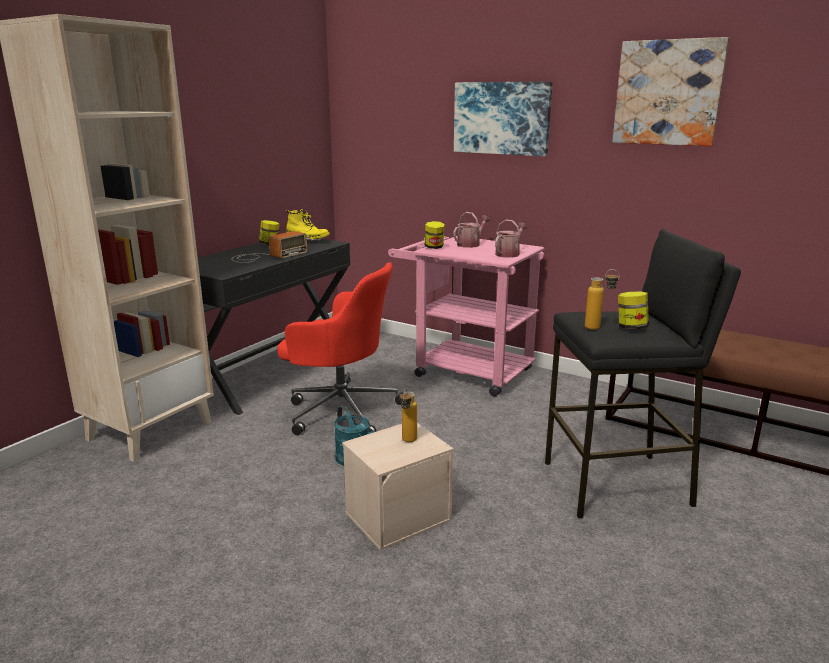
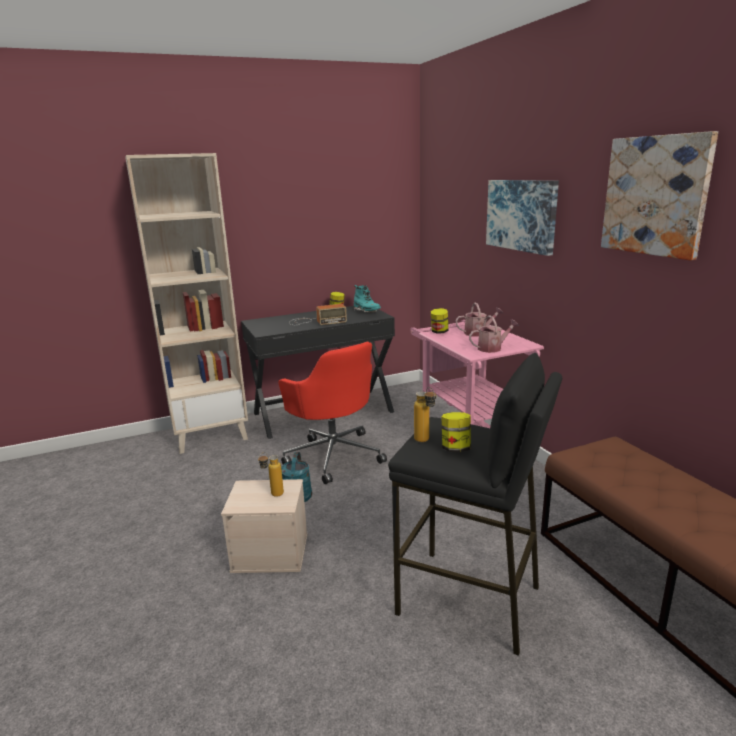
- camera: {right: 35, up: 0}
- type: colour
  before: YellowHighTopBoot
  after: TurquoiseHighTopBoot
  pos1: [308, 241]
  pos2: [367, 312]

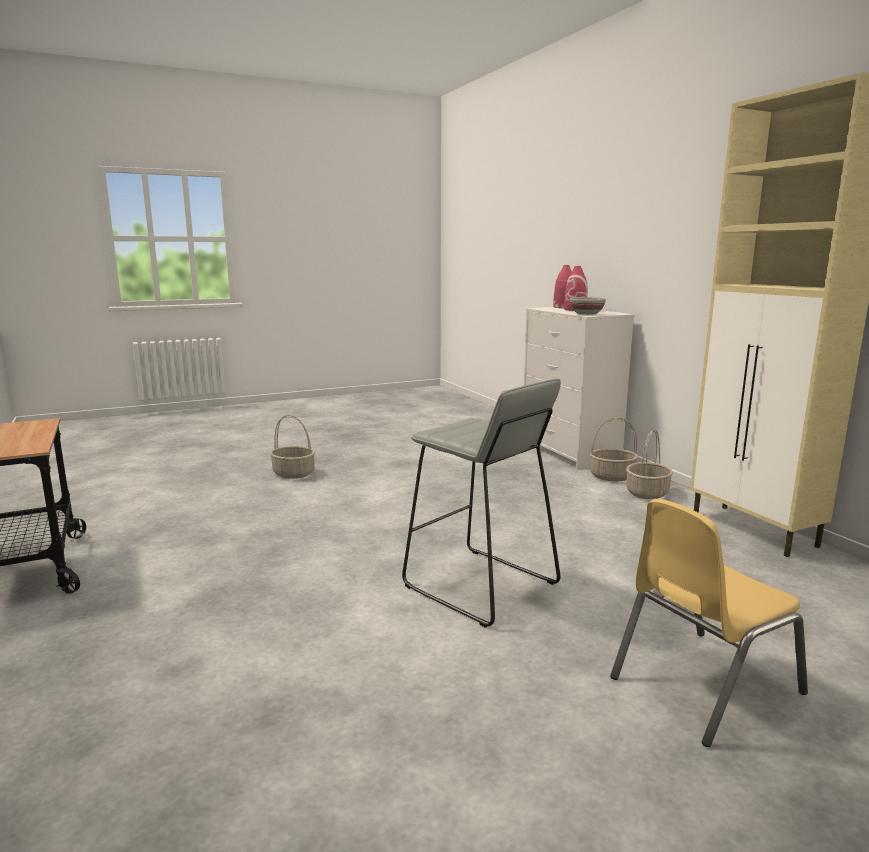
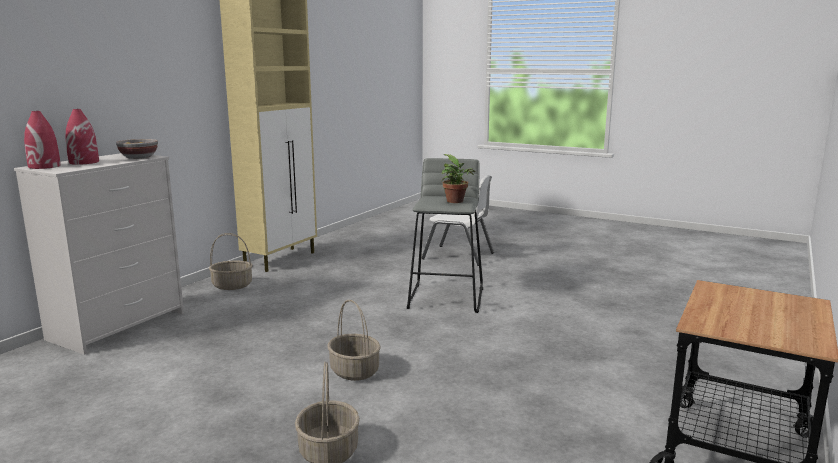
- camera: {right: -125, up: 0}
- type: appeared
  after: PottedPlant
  pos2: [456, 201]
- type: relocated
  before: Basket
  pos1: [612, 476]
  pos2: [354, 371]
- type: colour
  before: YellowChair
  after: WhiteChair
  pos1: [703, 684]
  pos2: [458, 256]

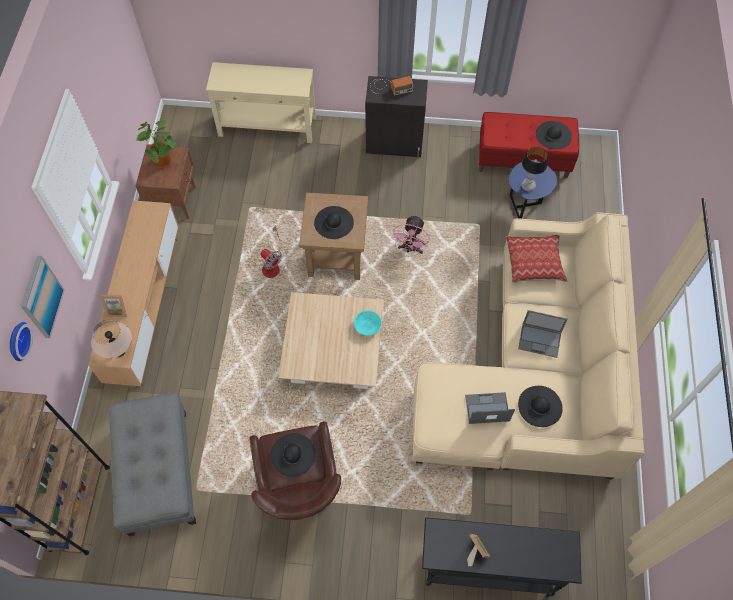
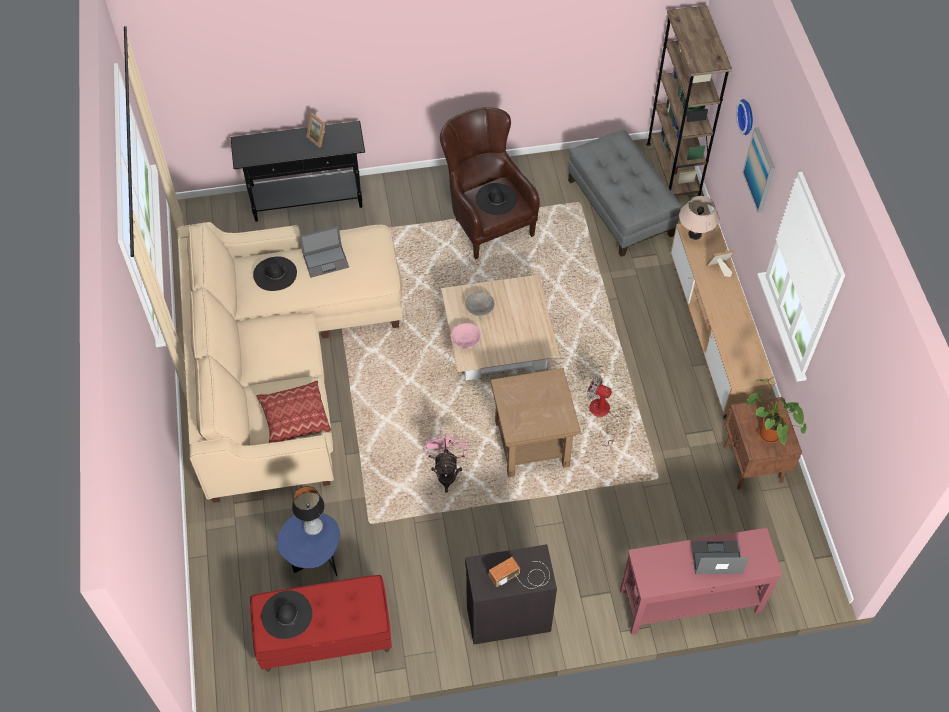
- camera: {right: 165, up: -5}
- type: missing
  before: BlackColouredWearableHat
  pos1: [334, 222]
- type: appeared
  after: GreyBowl
  pos2: [479, 308]
- type: relocated
  before: Laptop
  pos1: [540, 340]
  pos2: [716, 558]
- type: colour
  before: BeigeColouredHallTable
  after: RedColouredHallTable
  pos1: [268, 127]
  pos2: [689, 601]
- type: colour
  before: TurquoiseBowl
  after: PinkishBowl
  pos1: [367, 326]
  pos2: [466, 340]

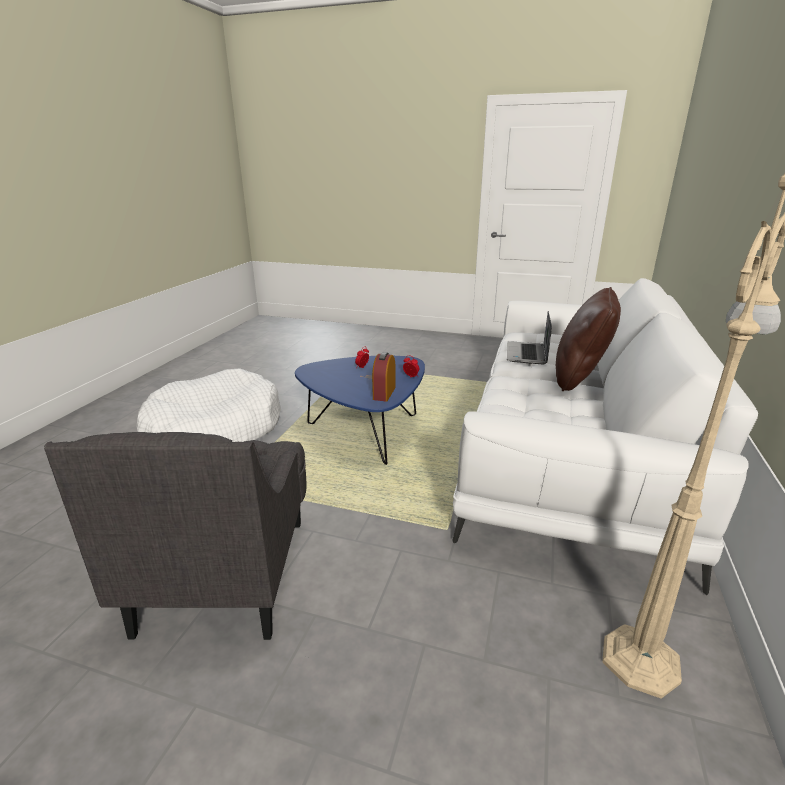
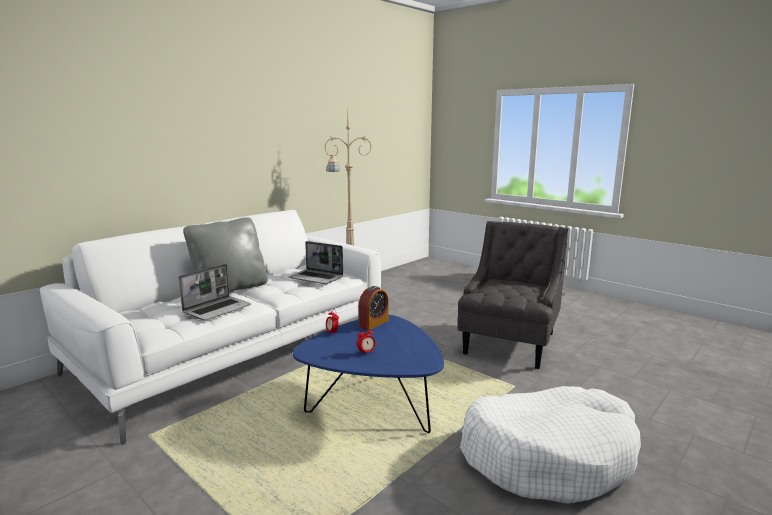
- camera: {right: -155, up: -10}
- type: appeared
  after: Laptop
  pos2: [317, 277]
- type: colour
  before: BrownColouredThrowPillow
  after: GreyThrowPillow
  pos1: [579, 378]
  pos2: [230, 289]

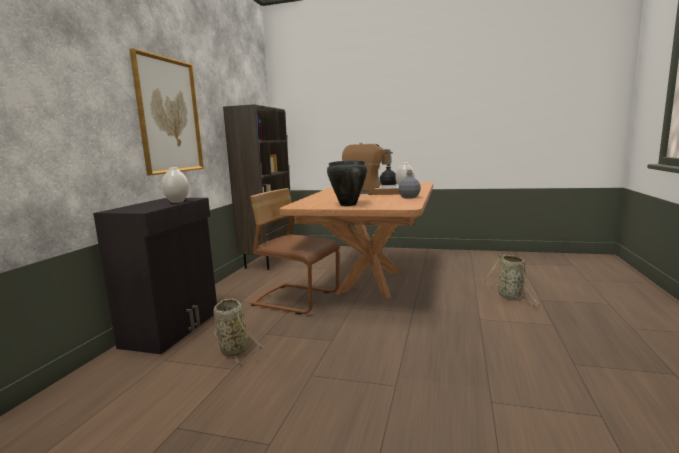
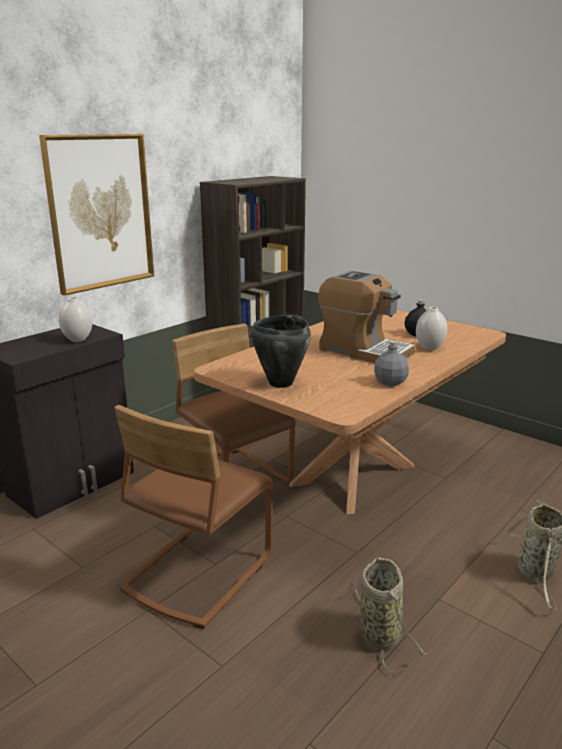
- camera: {right: 25, up: 10}
- type: appeared
  after: BrownColouredChair
  pos2: [197, 572]
- type: relocated
  before: Basket
  pos1: [233, 350]
  pos2: [379, 632]

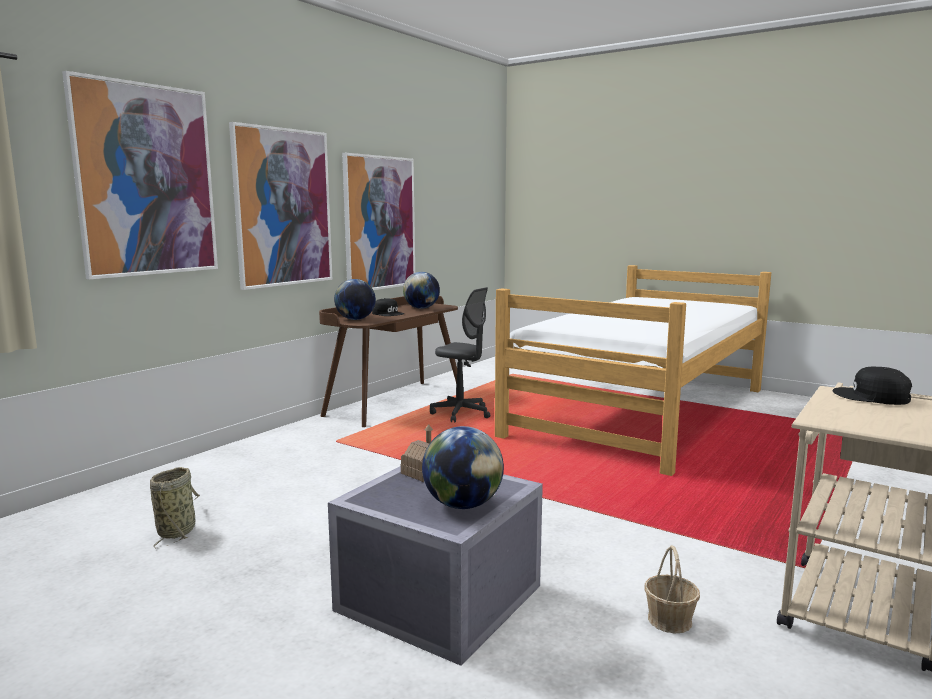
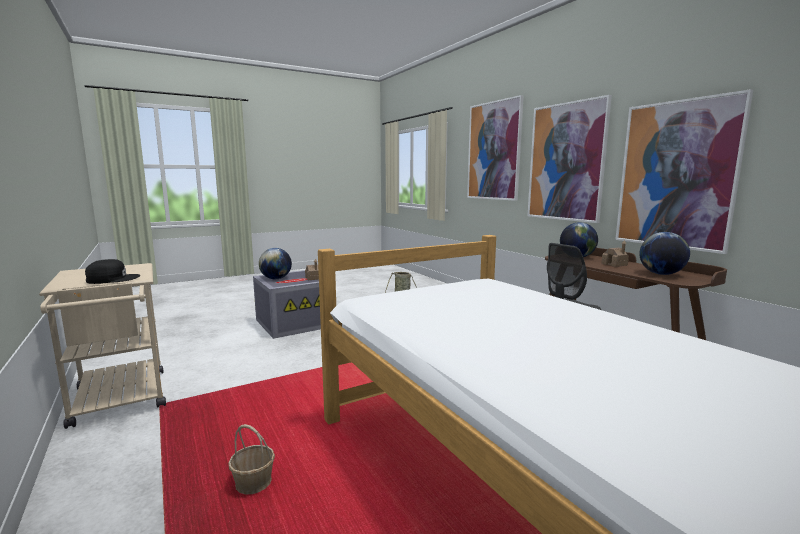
- camera: {right: 115, up: 0}
- type: relocated
  before: Basket
  pos1: [670, 620]
  pos2: [253, 483]
- type: exchanged
  before: BlackColouredCap
  after: MiniatureHouse
  pos1: [388, 313]
  pos2: [614, 264]

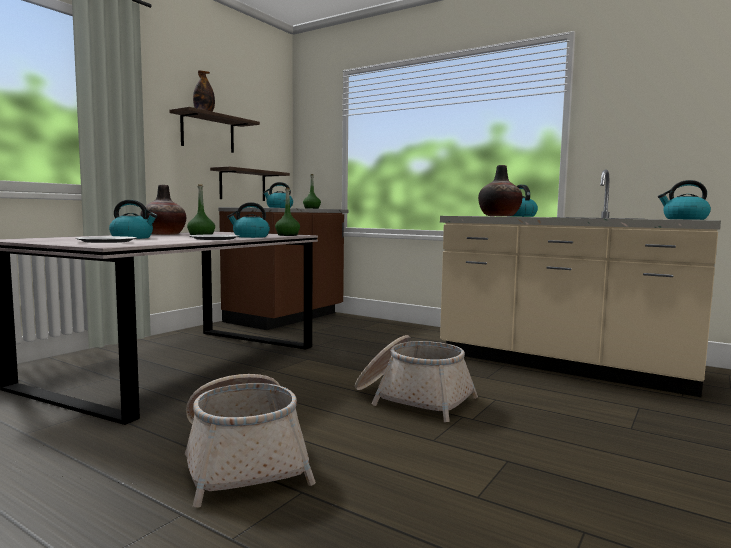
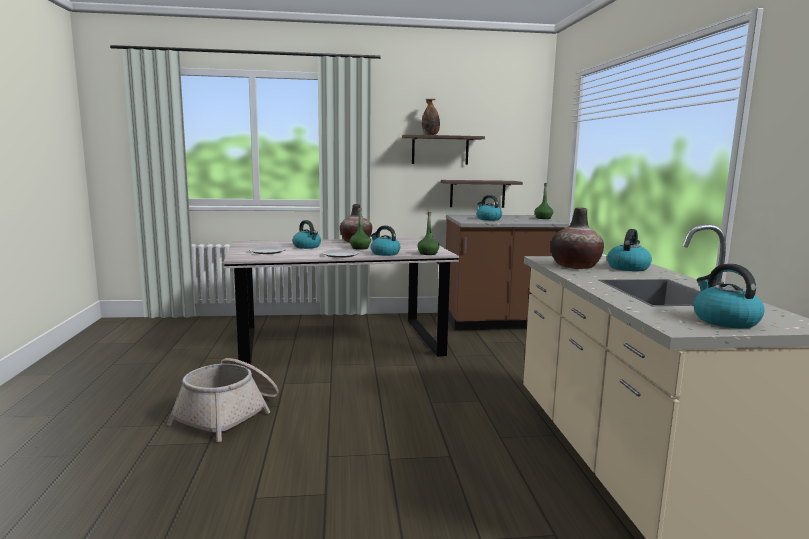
- camera: {right: 50, up: 5}
- type: missing
  before: Basket
  pos1: [412, 398]

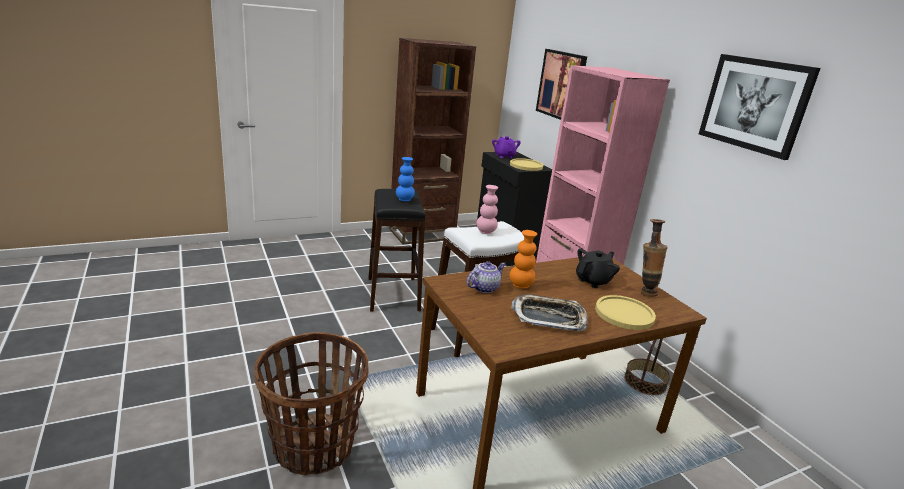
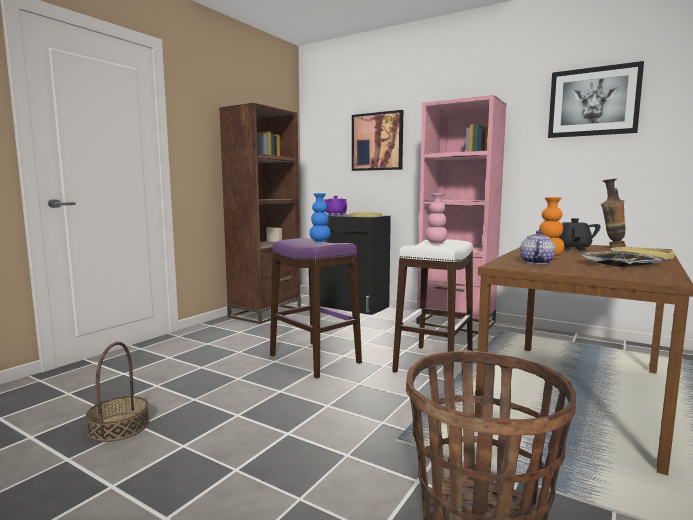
- camera: {right: -30, up: -15}
- type: relocated
  before: Basket
  pos1: [644, 382]
  pos2: [119, 426]
- type: colour
  before: BlackColouredSittingStool
  after: PurpleColouredSittingStool
  pos1: [393, 294]
  pos2: [315, 359]

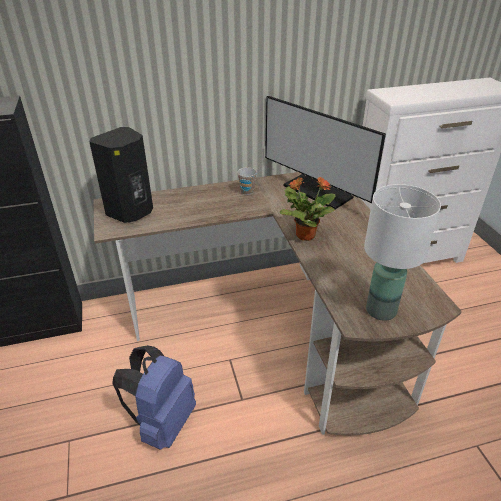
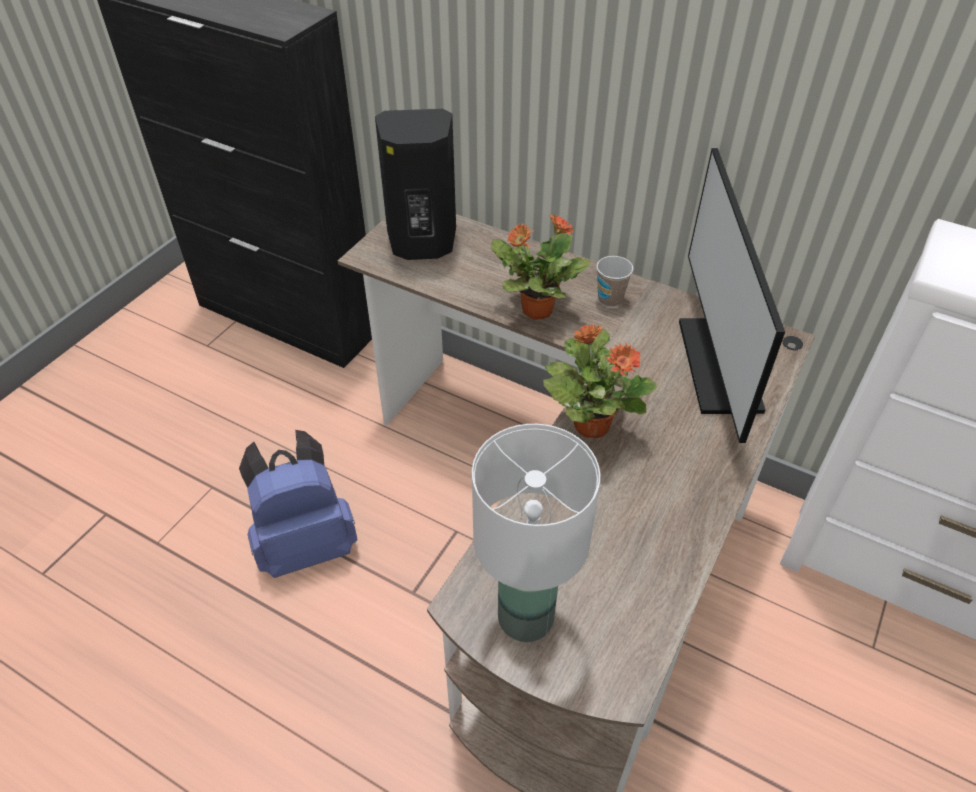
- camera: {right: 45, up: 10}
- type: appeared
  after: PottedPlant
  pos2: [535, 310]

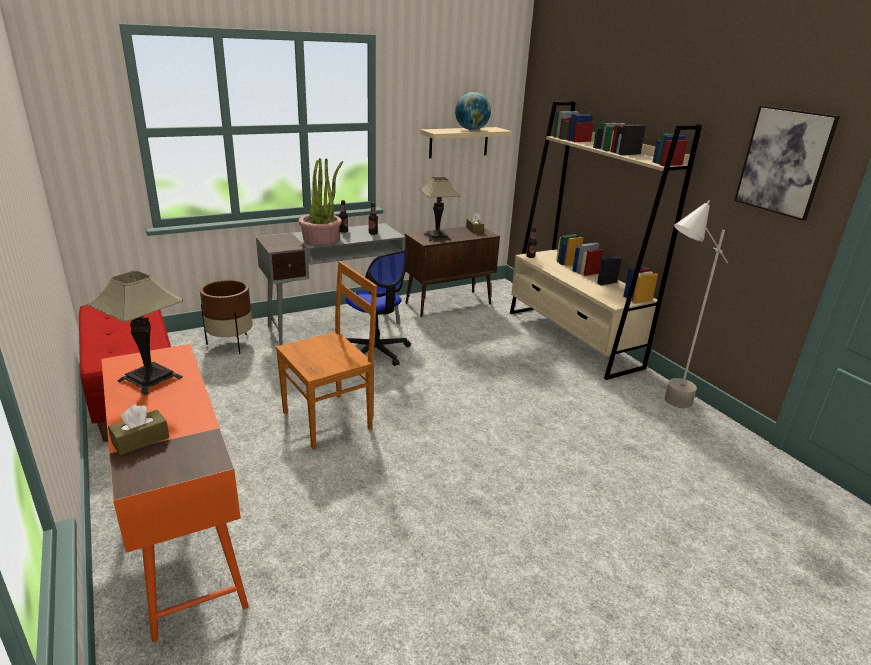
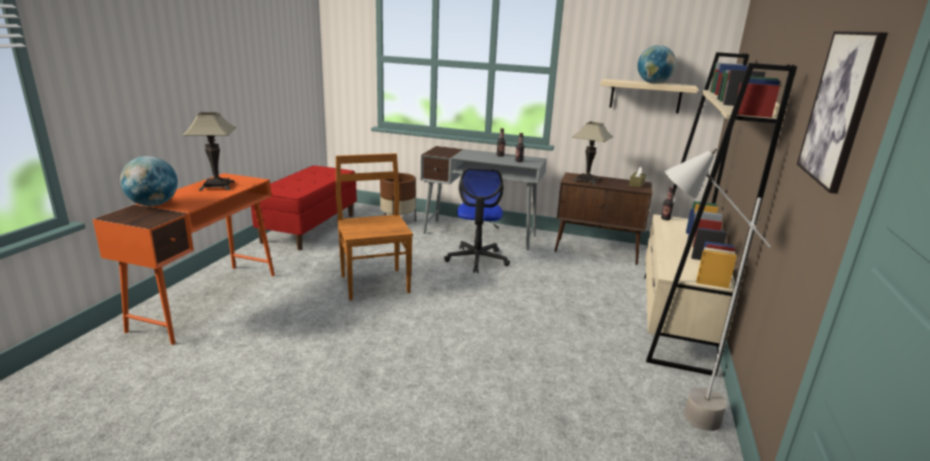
- camera: {right: 45, up: -5}
- type: missing
  before: PottedPlant
  pos1: [321, 239]
- type: exchanged
  before: BrownColouredBoxOfTissues
  after: Globe
  pos1: [141, 440]
  pos2: [153, 204]
- type: spun
  before: BrownColouredChair
  pos1: [329, 419]
  pos2: [374, 283]
  turn: -120

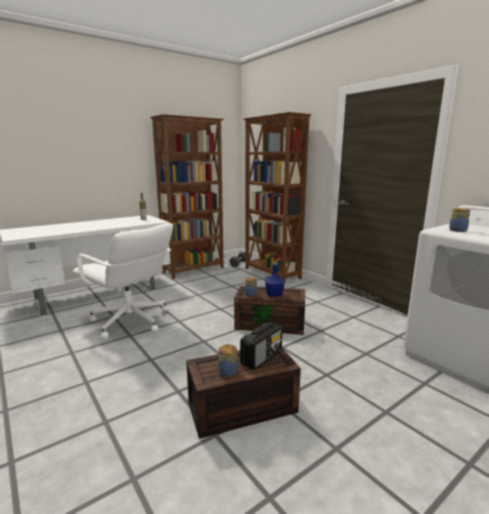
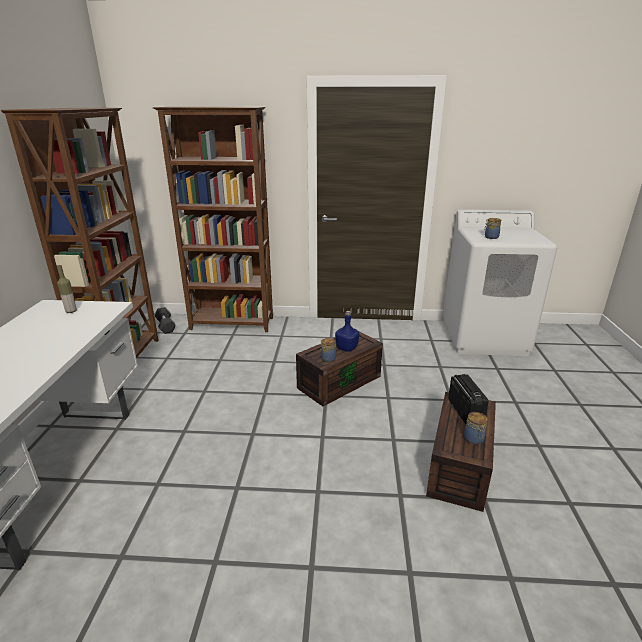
- camera: {right: -50, up: 10}
- type: missing
  before: WhiteOfficeChair
  pos1: [130, 321]

